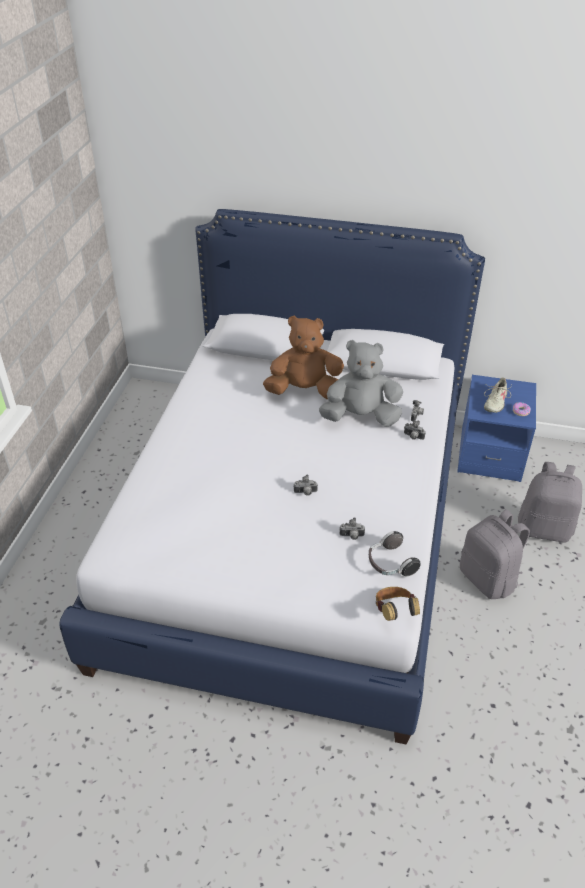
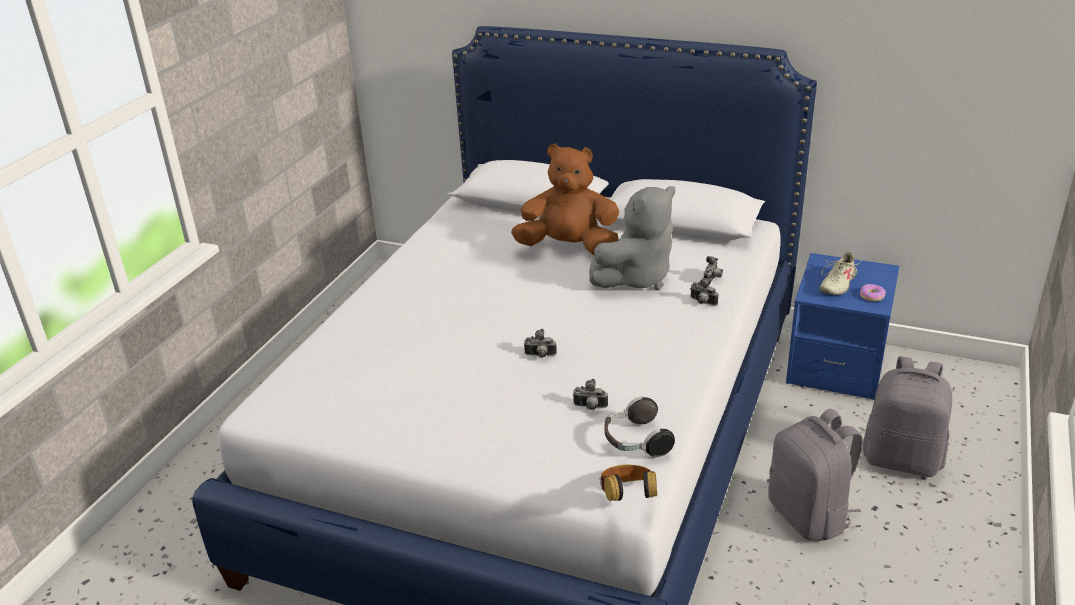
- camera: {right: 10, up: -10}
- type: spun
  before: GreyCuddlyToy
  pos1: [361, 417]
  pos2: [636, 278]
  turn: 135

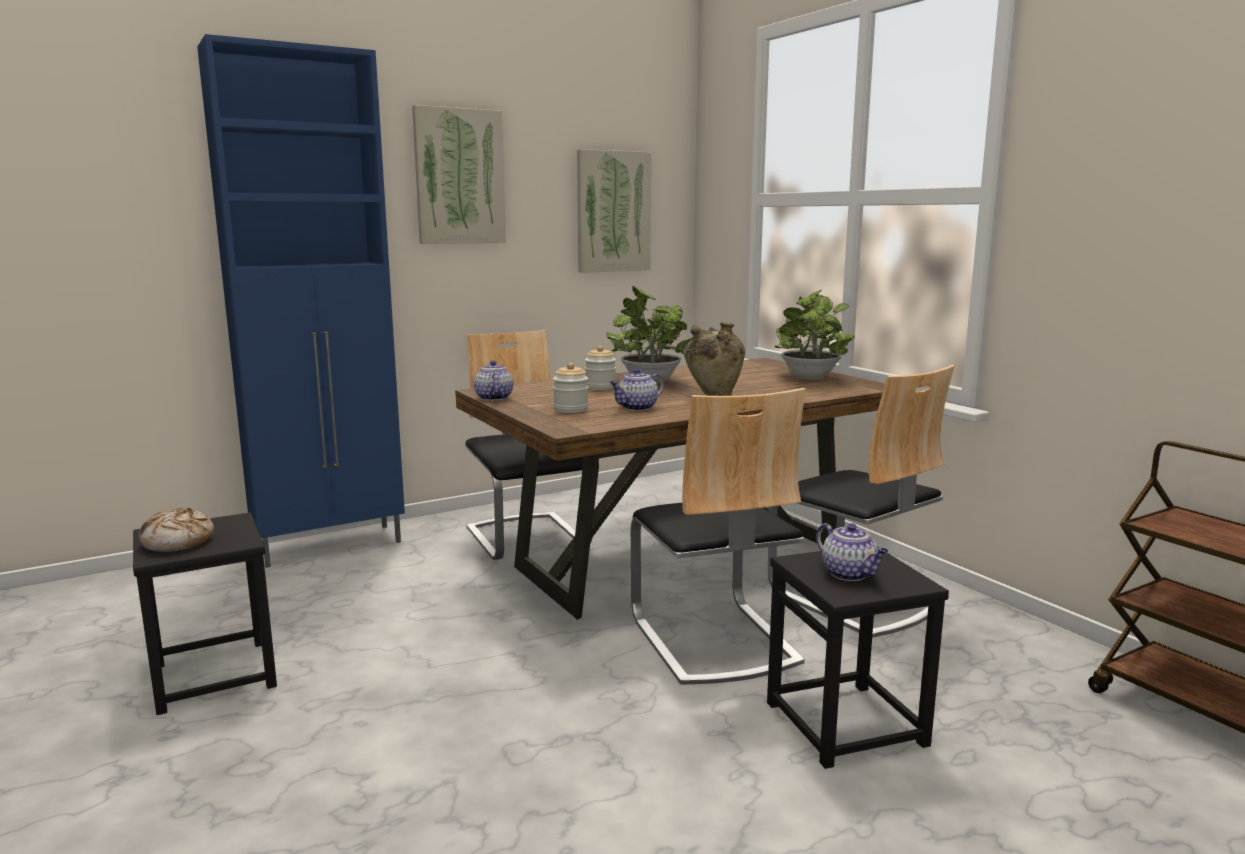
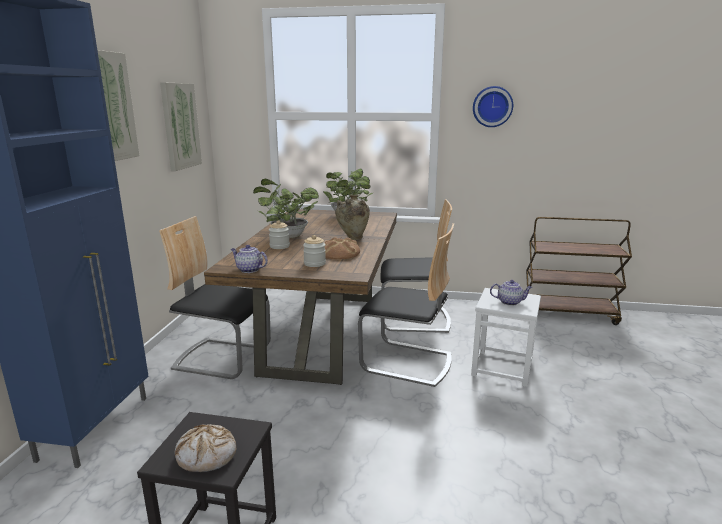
- camera: {right: -50, up: 5}
- type: appeared
  after: ClockOnTheWall
  pos2: [492, 106]
- type: exchanged
  before: PotForTea
  after: BakeryBread
  pos1: [636, 408]
  pos2: [339, 253]
- type: colour
  before: BlackColouredSittingStool
  after: WhiteSittingStool
  pos1: [846, 723]
  pos2: [502, 368]

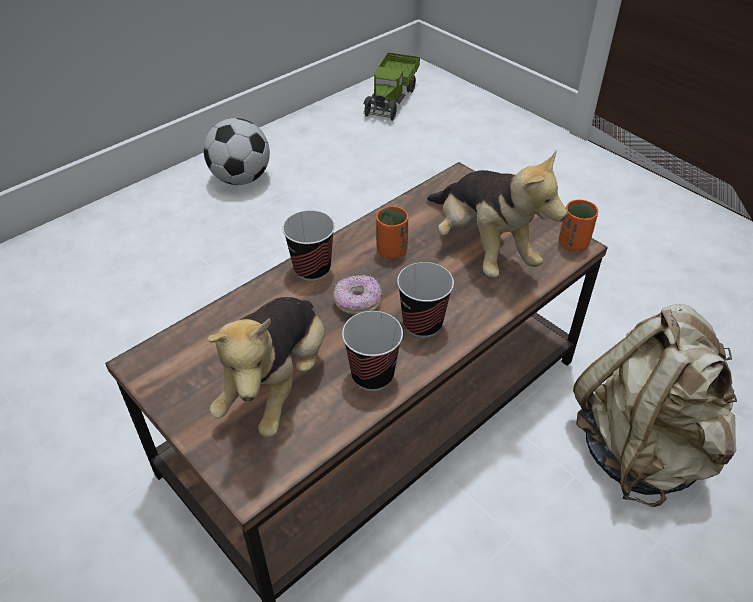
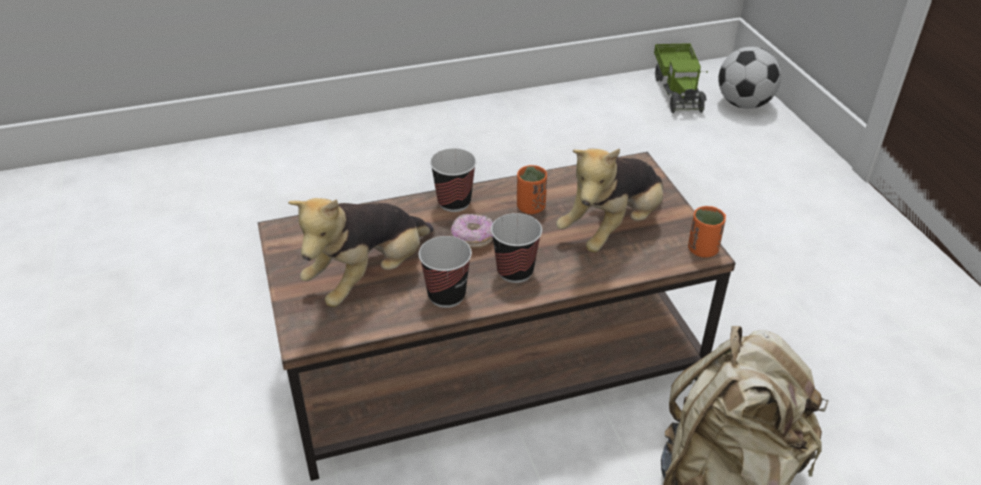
- camera: {right: 25, up: -5}
- type: relocated
  before: BallForFootball
  pos1: [241, 178]
  pos2: [744, 104]
- type: spun
  before: ToyLorry
  pos1: [391, 99]
  pos2: [678, 91]
  turn: -45
- type: spun
  before: CuddlyToy
  pos1: [481, 248]
  pos2: [612, 228]
  turn: 45

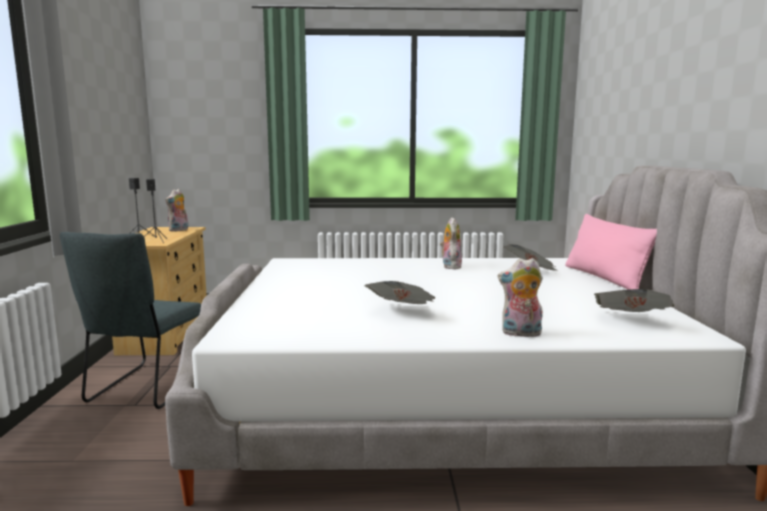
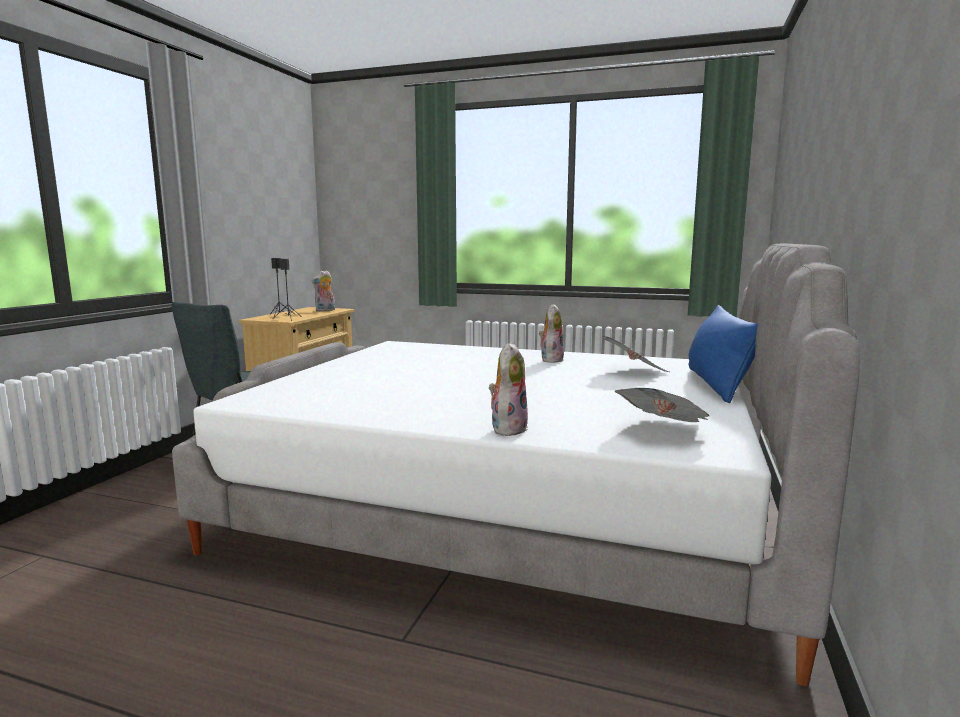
- camera: {right: 20, up: 0}
- type: missing
  before: DailyPaper
  pos1: [402, 312]
- type: colour
  before: PinkishThrowPillow
  after: BlueThrowPillow
  pos1: [604, 278]
  pos2: [717, 384]
- type: spun
  before: CuddlyToy
  pos1: [520, 334]
  pos2: [508, 428]
  turn: 90

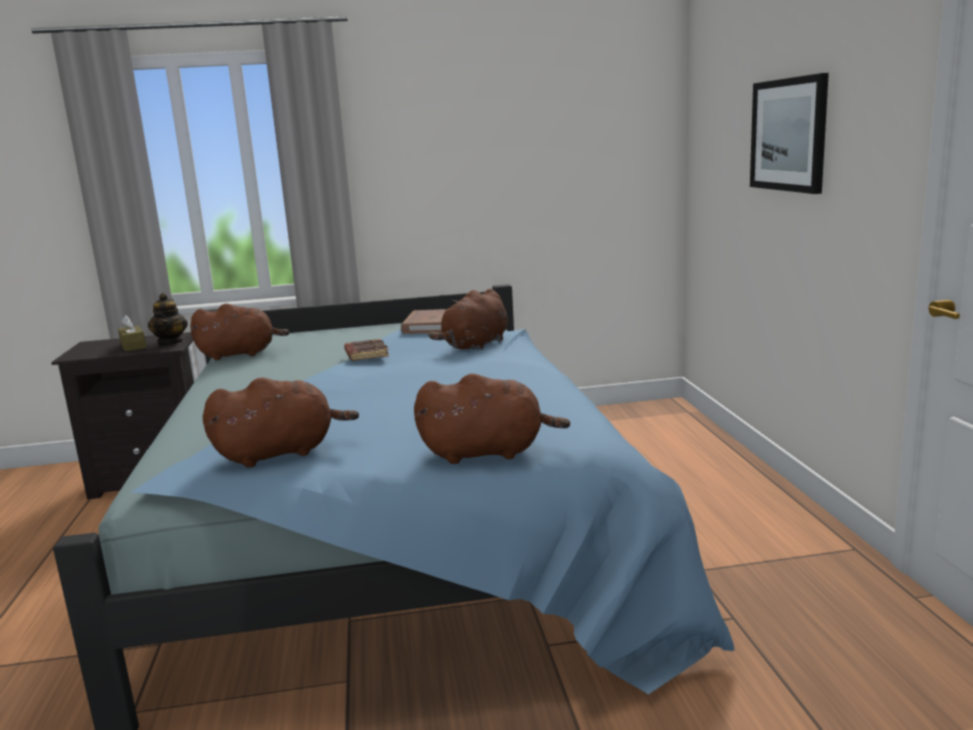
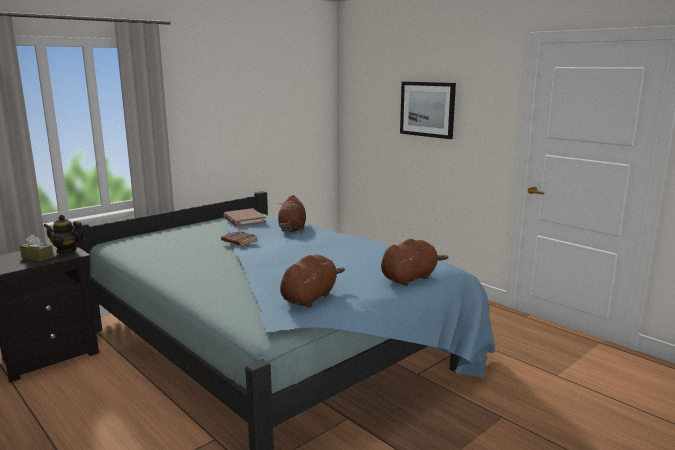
- camera: {right: -35, up: 0}
- type: missing
  before: BrownColouredCuddlyToy
  pos1: [240, 354]
- type: spun
  before: PotForTea
  pos1: [171, 342]
  pos2: [66, 251]
  turn: 135

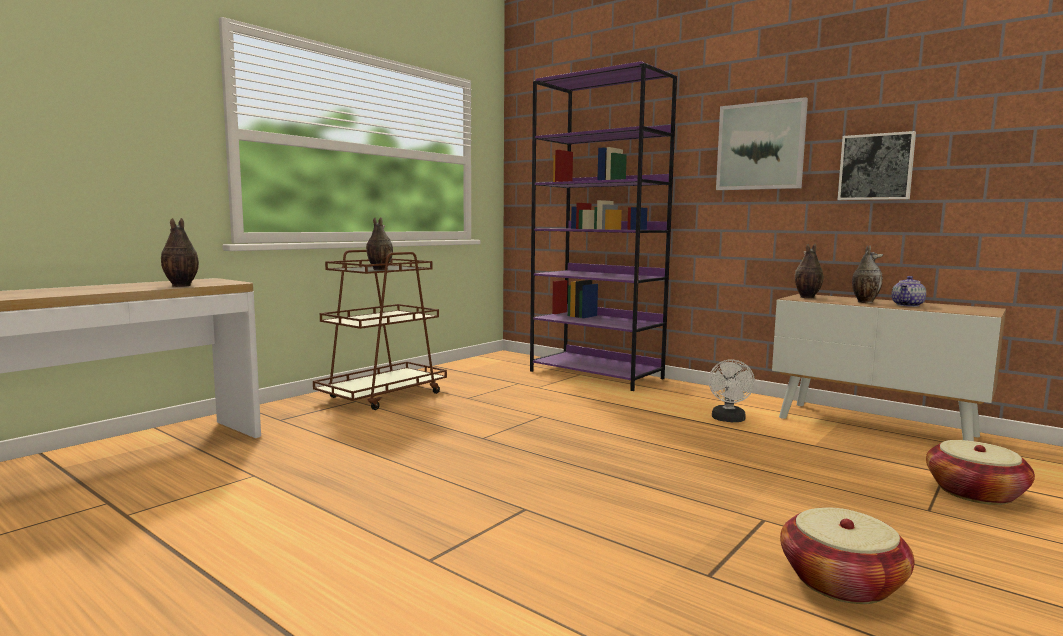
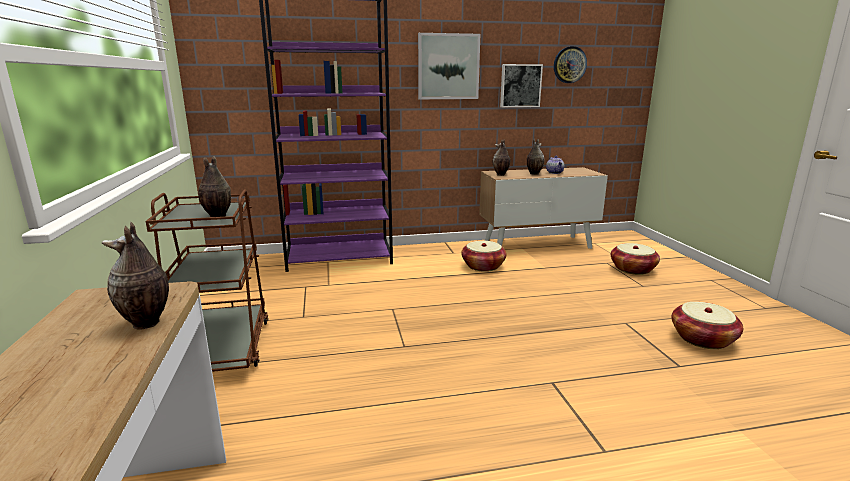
- camera: {right: -50, up: 10}
- type: appeared
  after: ClockOnTheWall
  pos2: [569, 65]
- type: exchanged
  before: WhiteElectricFan
  after: Basket
  pos1: [728, 420]
  pos2: [483, 266]

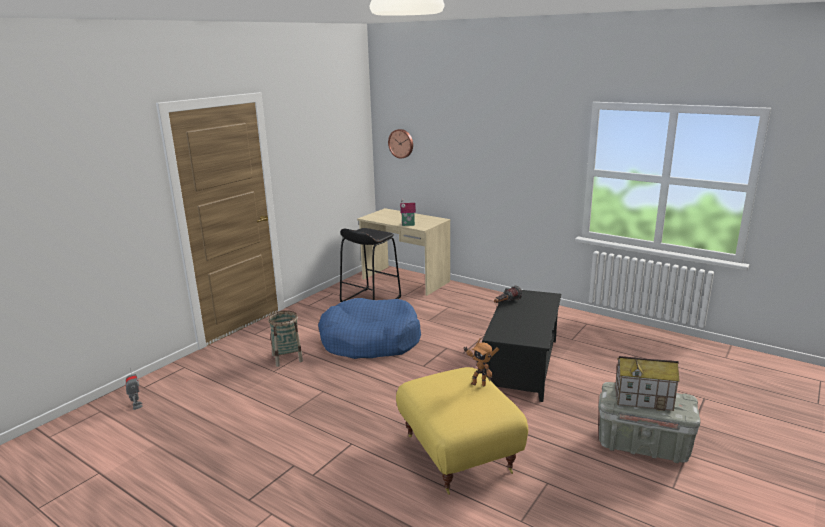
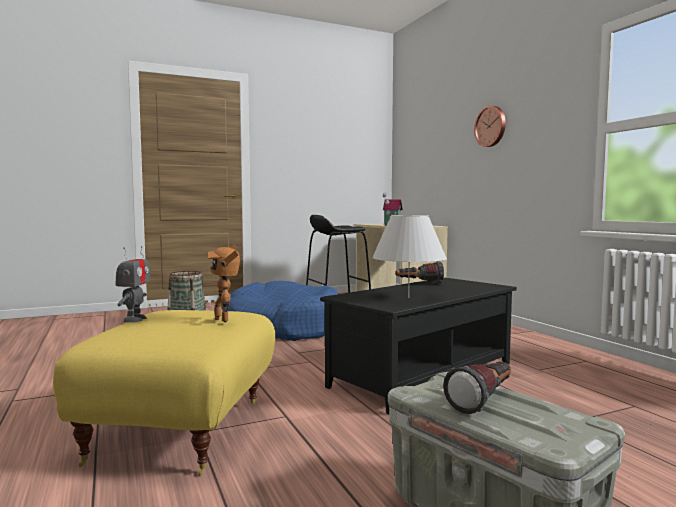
- camera: {right: 30, up: -15}
- type: appeared
  after: WhiteTableLamp
  pos2: [408, 297]
- type: relocated
  before: RobotFigure
  pos1: [136, 406]
  pos2: [134, 319]
- type: relocated
  before: ClockOnTheWall
  pos1: [401, 143]
  pos2: [491, 126]
- type: exchanged
  before: MiniatureHouse
  after: Flashlight
  pos1: [643, 399]
  pos2: [484, 401]

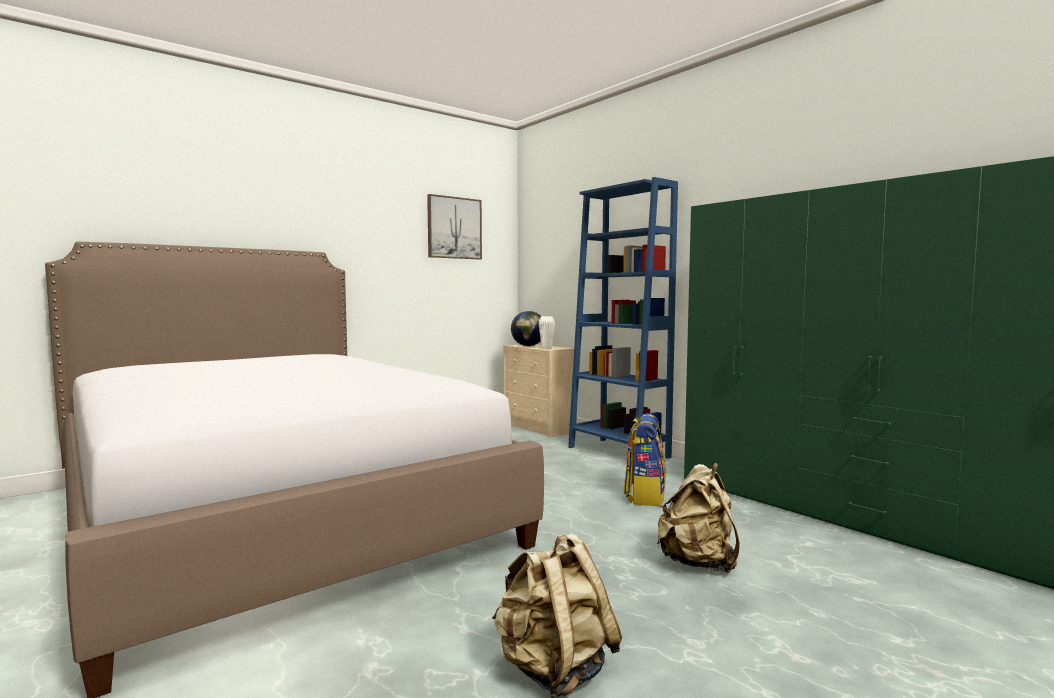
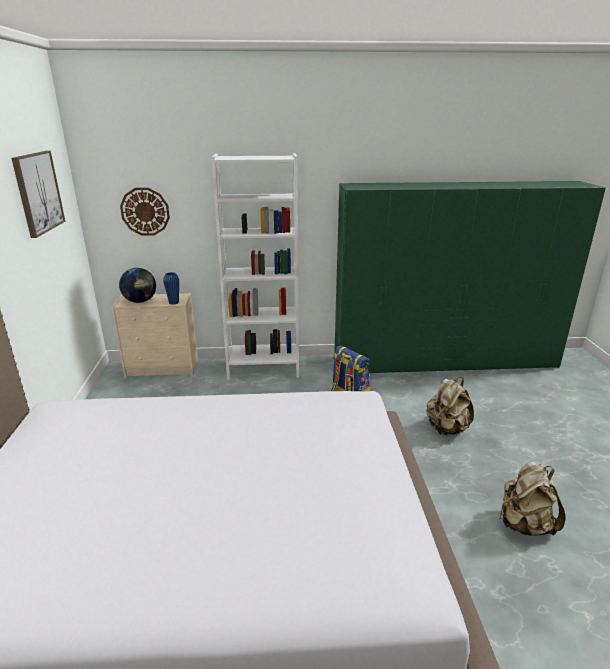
- camera: {right: -55, up: 20}
- type: appeared
  after: ClockOnTheWall
  pos2: [145, 211]
- type: colour
  before: WhiteDecorativeVase
  after: BlueDecorativeVase
  pos1: [546, 349]
  pos2: [174, 303]
- type: colour
  before: BlueShelvingUnit
  after: WhiteShelvingUnit
  pos1: [618, 452]
  pos2: [263, 368]

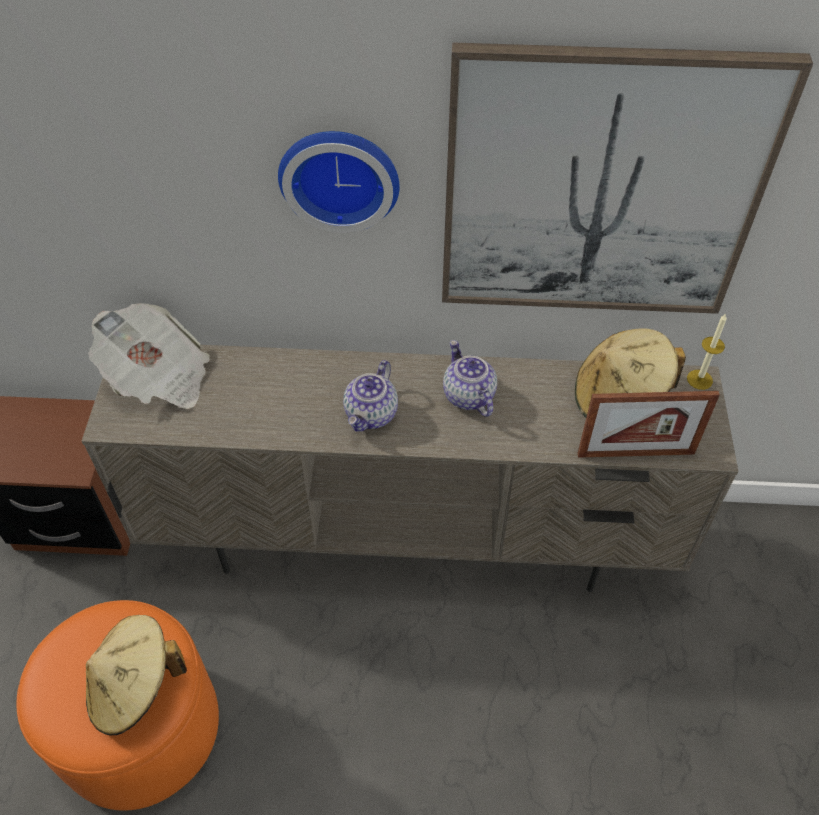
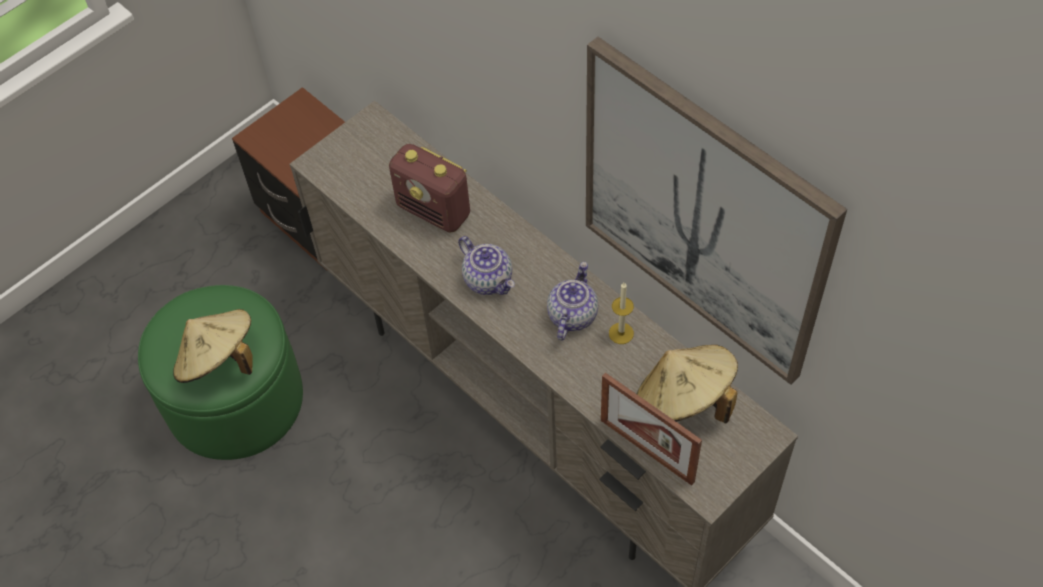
- camera: {right: 45, up: 5}
- type: missing
  before: DailyPaper
  pos1: [158, 377]
- type: missing
  before: ClockOnTheWall
  pos1: [340, 175]
- type: appeared
  after: RadioSet
  pos2: [434, 210]
- type: relocated
  before: WaxLight
  pos1: [699, 379]
  pos2: [621, 333]
- type: colour
  before: OrangeyPouffe
  after: GreenColouredPouffe
  pos1: [139, 727]
  pos2: [235, 399]
- type: spun
  before: PotForTea
  pos1: [372, 414]
  pos2: [489, 279]
  turn: -105

